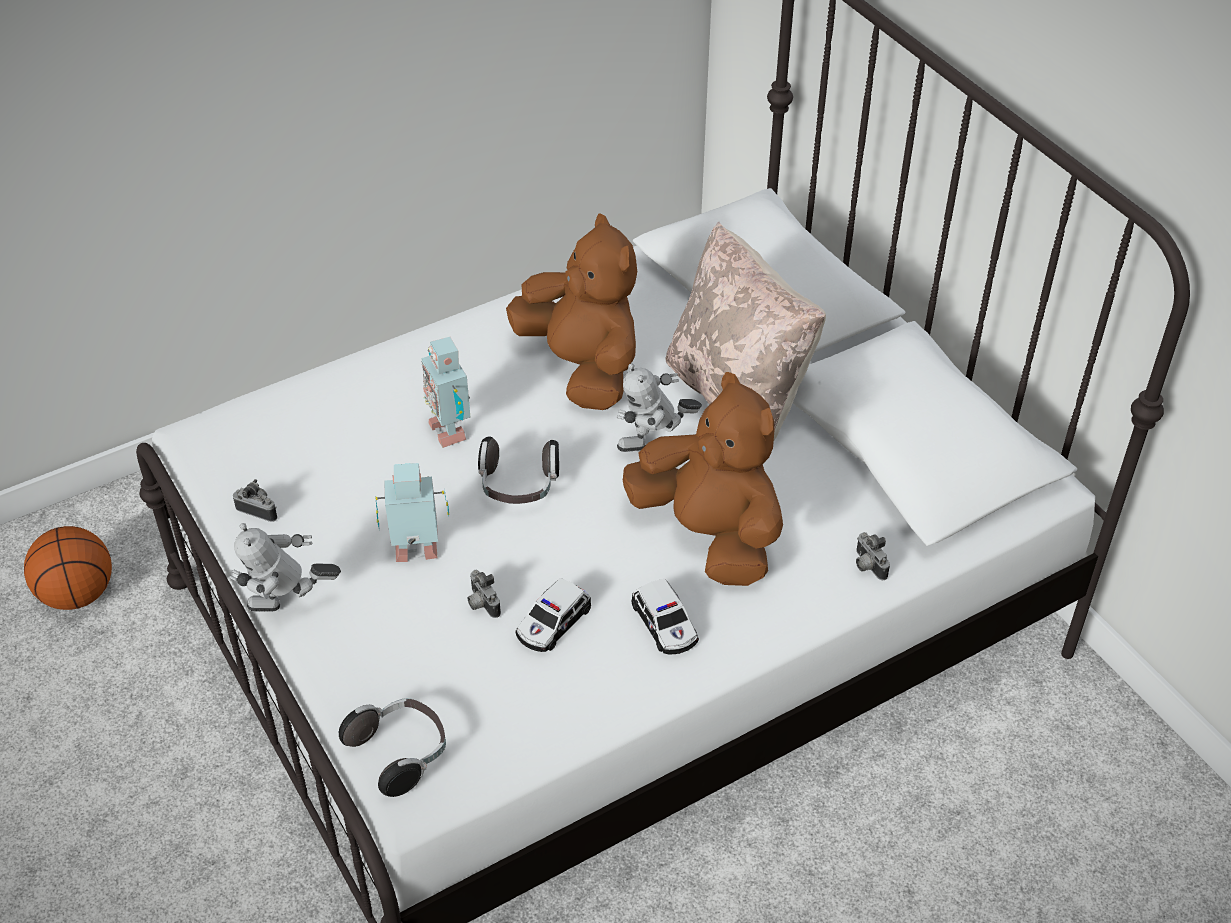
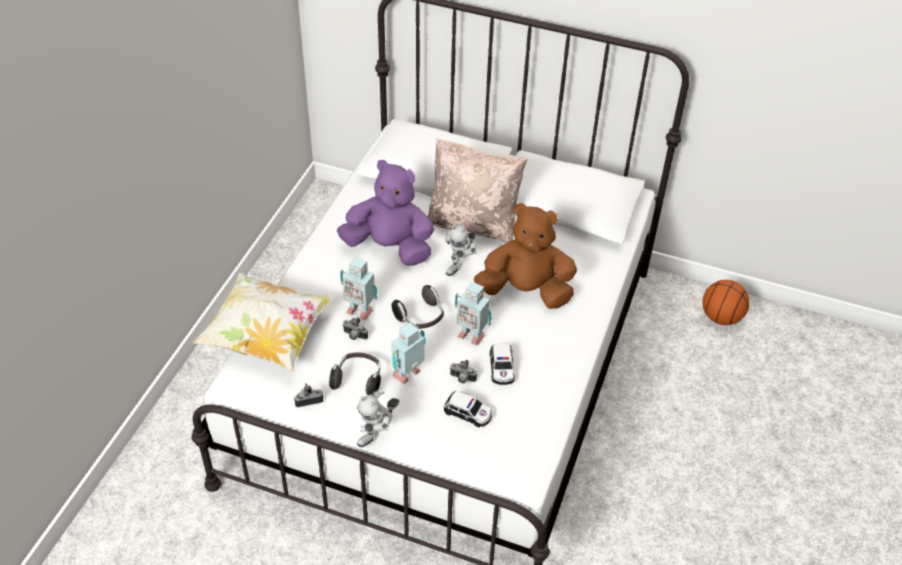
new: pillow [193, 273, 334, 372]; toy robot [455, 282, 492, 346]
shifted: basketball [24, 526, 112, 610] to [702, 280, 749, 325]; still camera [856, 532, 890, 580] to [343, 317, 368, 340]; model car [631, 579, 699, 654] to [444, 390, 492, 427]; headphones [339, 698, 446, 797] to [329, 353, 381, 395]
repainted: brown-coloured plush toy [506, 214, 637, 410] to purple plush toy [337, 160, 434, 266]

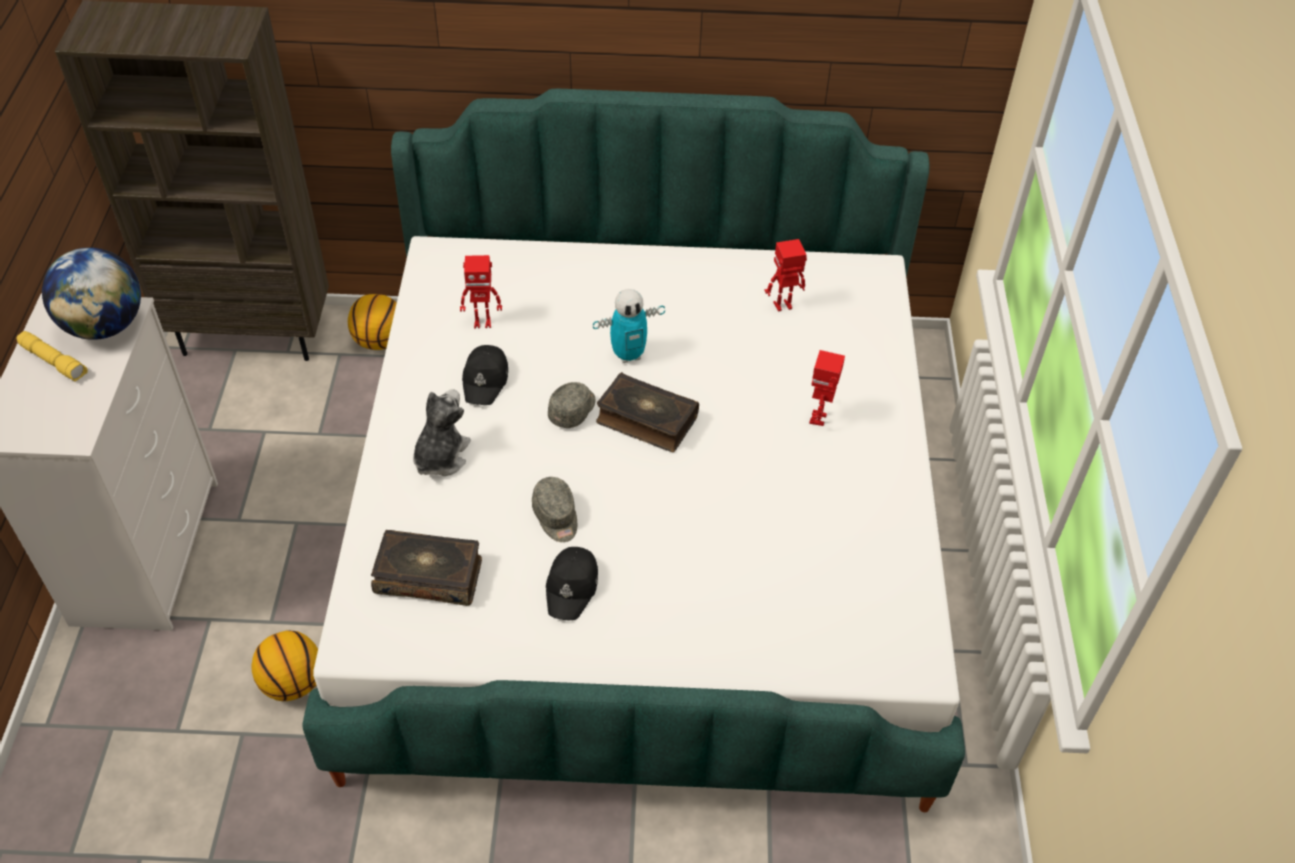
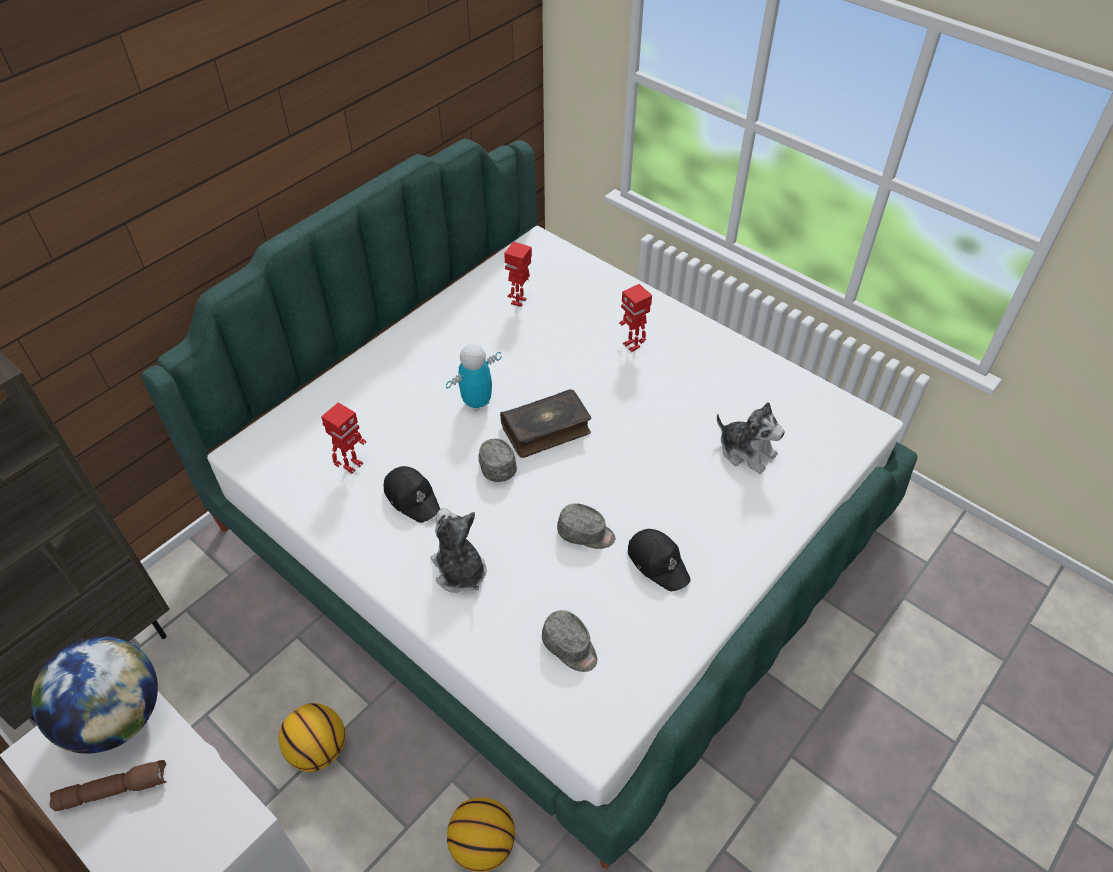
new: plush toy [717, 402, 785, 474]
shifted: basketball [348, 294, 396, 350] to [279, 703, 345, 772]
swapped: volume [371, 530, 482, 606] to gray baseball cap [542, 610, 597, 672]
repainted: yellowish torch [16, 331, 88, 382] to brown-coloured torch [49, 760, 167, 811]
rotated: toy robot [593, 289, 665, 363] = [446, 344, 501, 411] 150 degrees counterclockwise

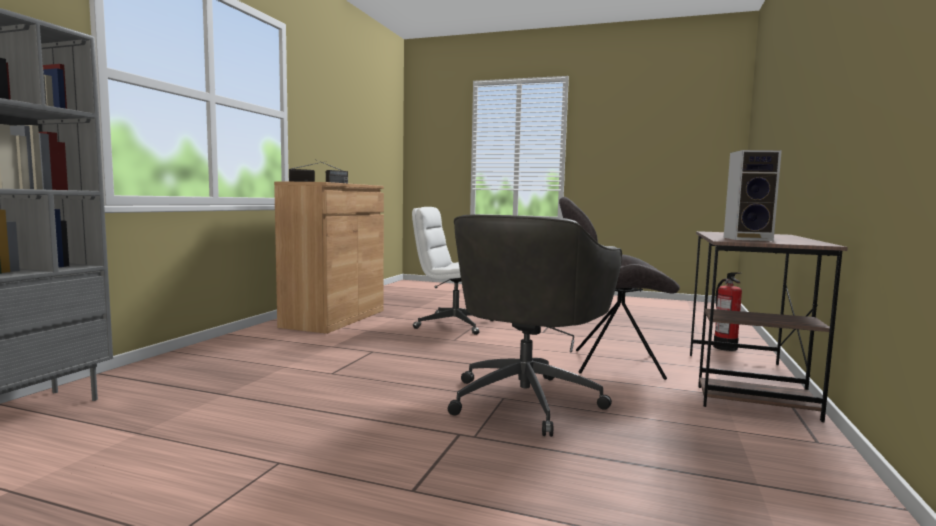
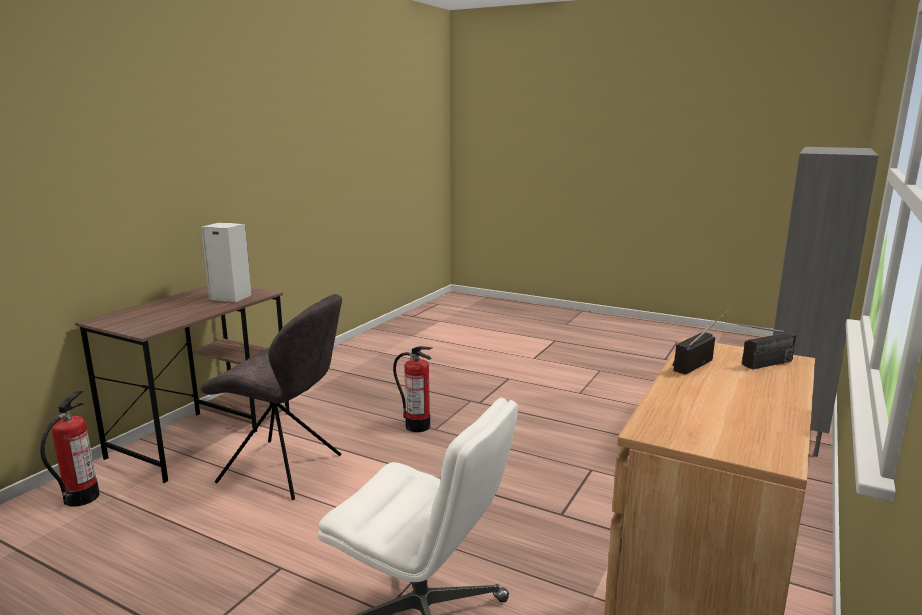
swapped: gray desk chair [448, 215, 622, 437] to fire extinguisher [393, 346, 432, 432]

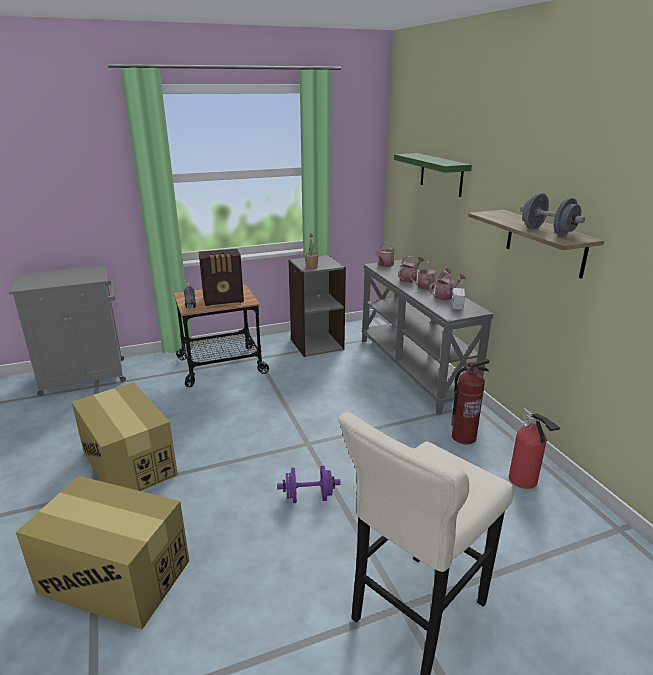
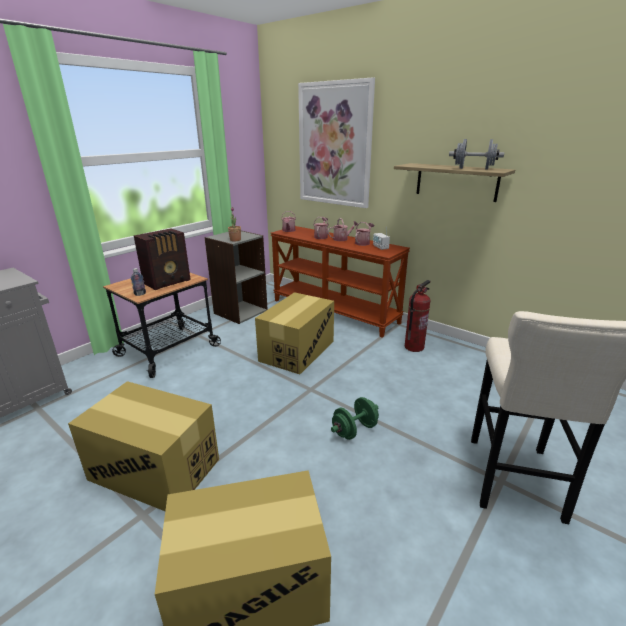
gone: fire extinguisher [509, 408, 560, 489]
new: cardboard box [255, 292, 334, 374]
swapped: green-coloured bracket shelf [394, 153, 472, 197] to wall picture [298, 77, 375, 208]
repainted: gray console table [361, 260, 494, 415] to brown-coloured console table [271, 226, 410, 338]; purple dumbbell [277, 466, 341, 503] to green-coloured dumbbell [331, 397, 379, 440]

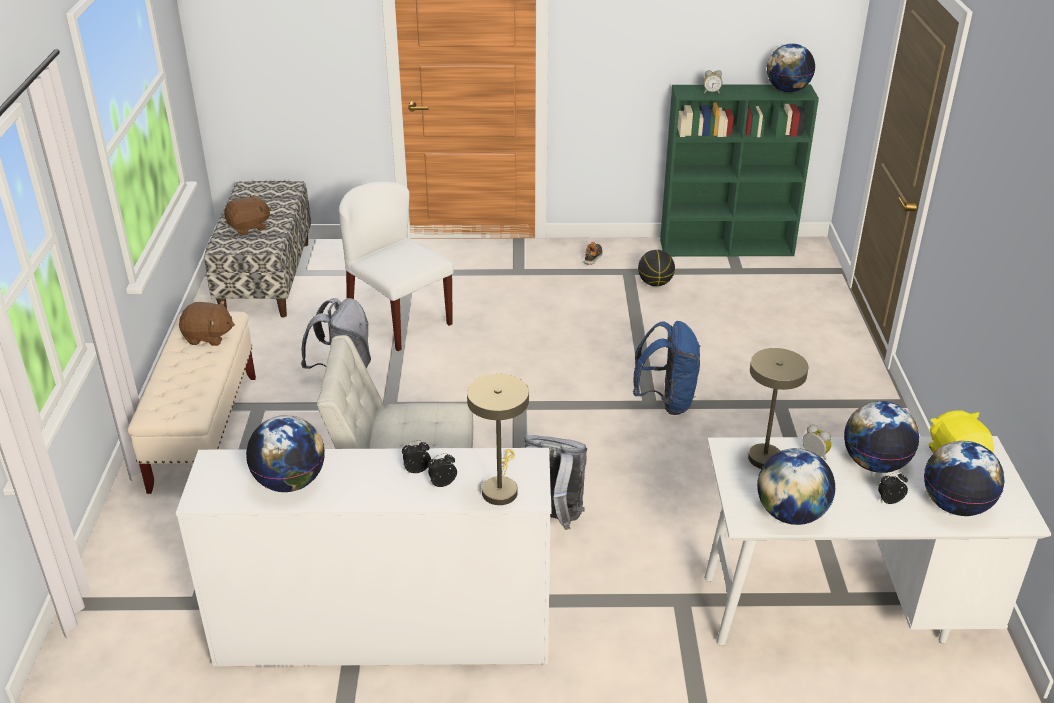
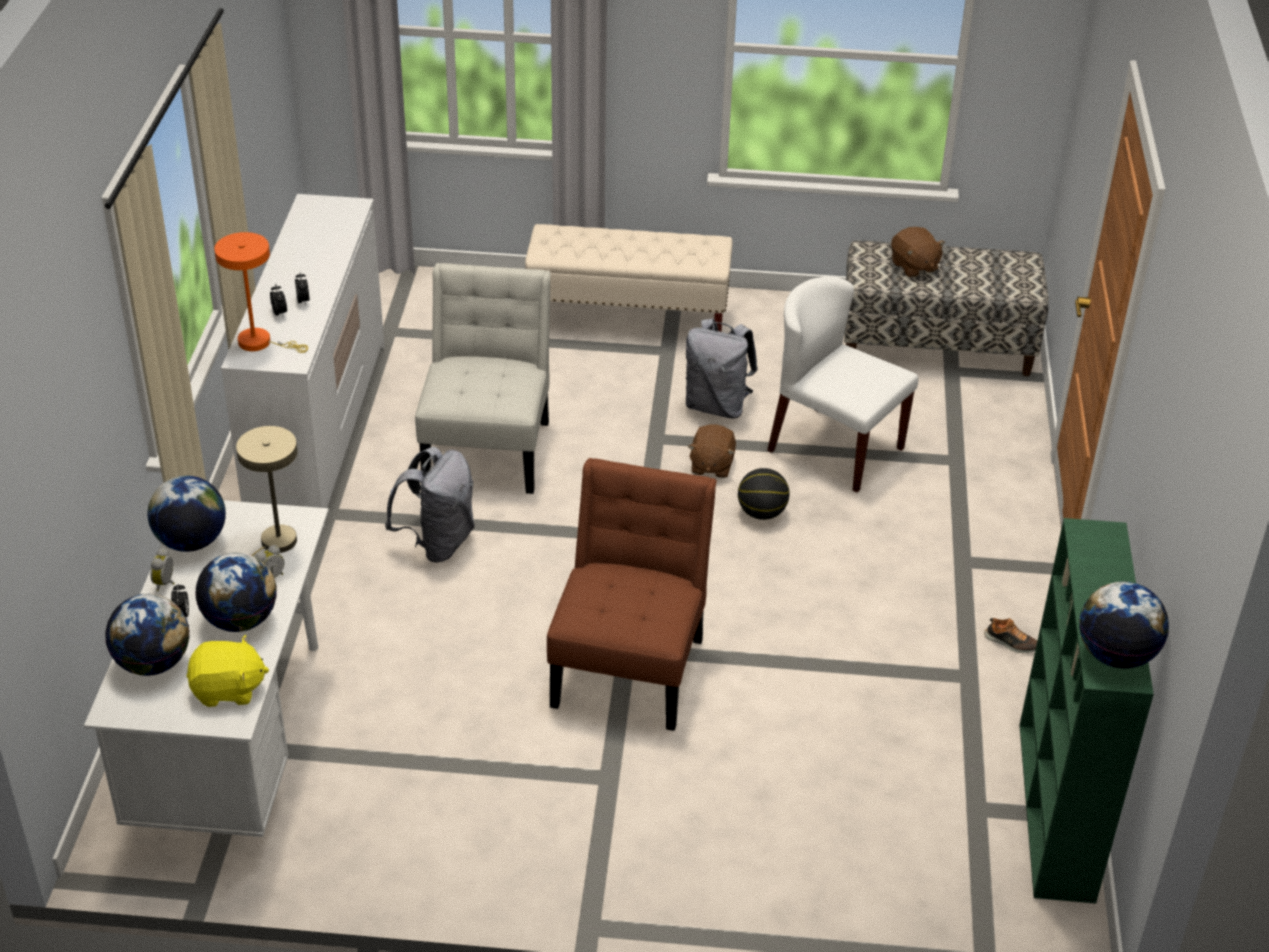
gone: desk globe [246, 415, 325, 492]
shifted: bedside clock [703, 70, 722, 94] to [150, 548, 175, 591]; basketball [638, 250, 675, 286] to [738, 468, 789, 520]; brown-coloured plush toy [179, 301, 235, 346] to [688, 424, 736, 478]
swapped: bluish backpack [633, 321, 701, 415] to brown-coloured upright chair [547, 458, 717, 731]
repainted: beige table lamp [467, 374, 529, 505] to orange table lamp [214, 232, 308, 353]
rotated: white upright chair [339, 182, 454, 351] = [767, 277, 918, 492] 105 degrees counterclockwise

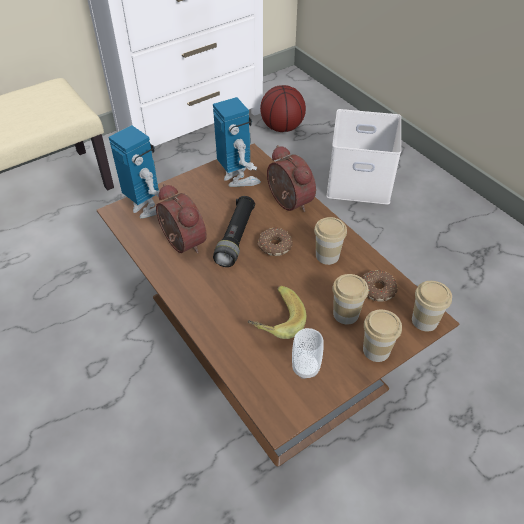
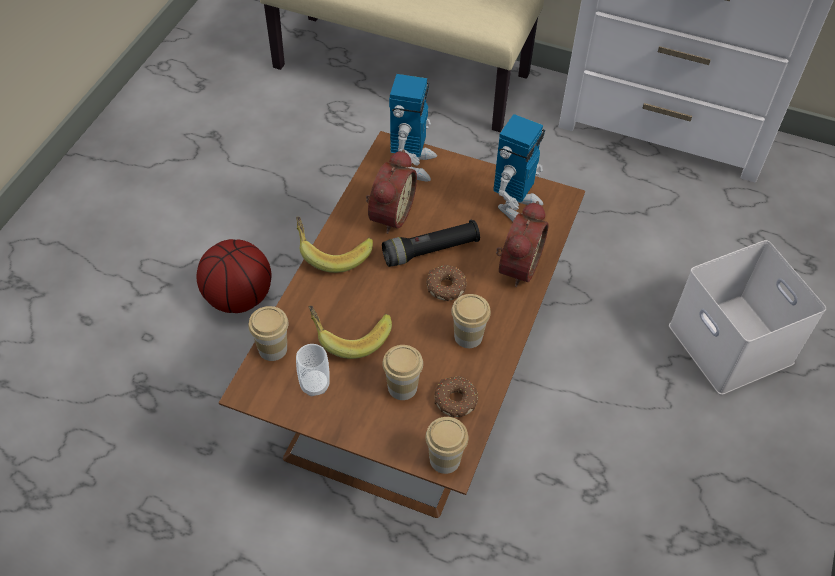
new: banana [296, 217, 373, 273]
shifted: basketball [260, 85, 306, 132] to [196, 239, 271, 313]; drinking cup [363, 310, 402, 362] to [248, 306, 289, 361]

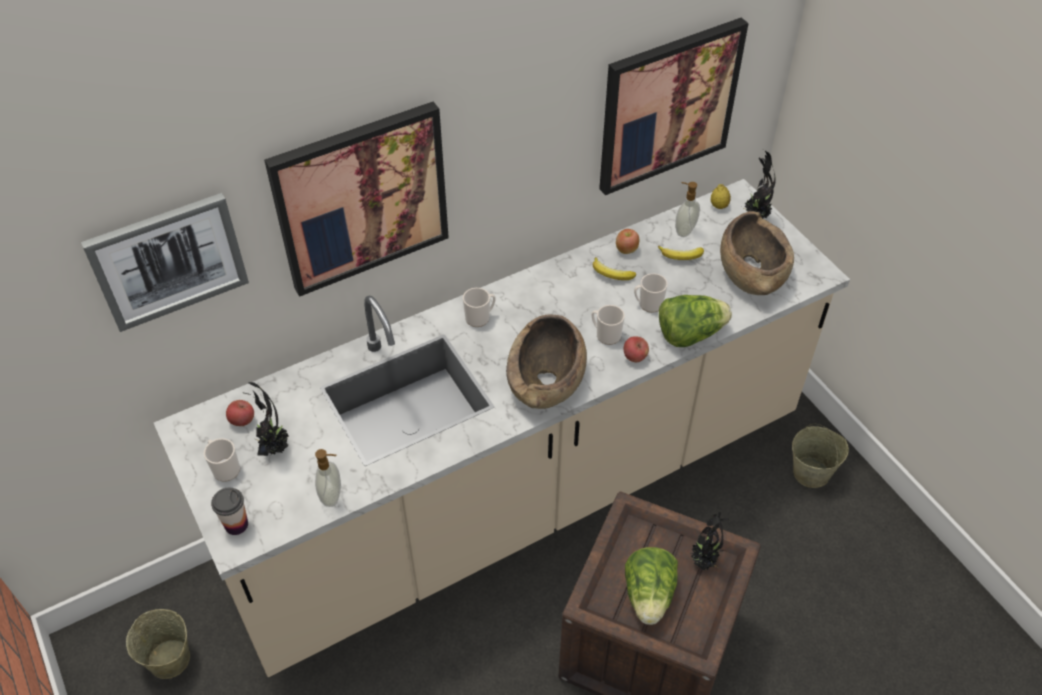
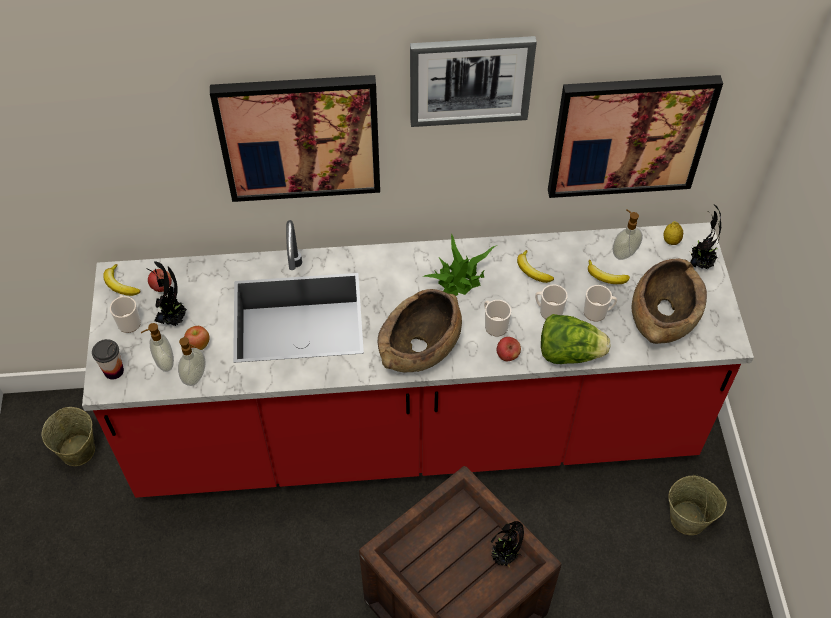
gone: lettuce [625, 547, 678, 625]
new: plant in a pot [423, 233, 497, 296]; banana [103, 264, 141, 296]; liquid soap bottle [141, 323, 174, 372]
shifted: wall picture [81, 193, 249, 332] to [410, 36, 537, 127]; apple [616, 229, 639, 254] to [184, 326, 210, 350]; coffee mug [463, 288, 496, 327] to [584, 285, 617, 322]
repainted: beige kitchen base unit [154, 179, 850, 677] to reddish kitchen base unit [82, 220, 754, 498]

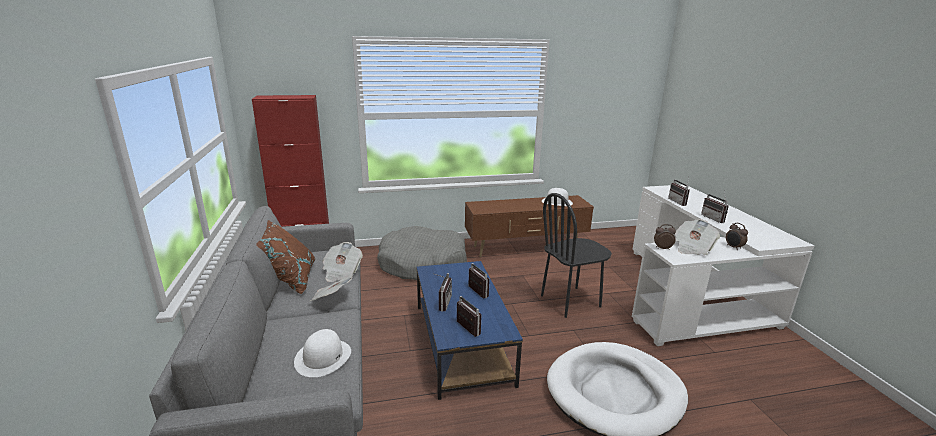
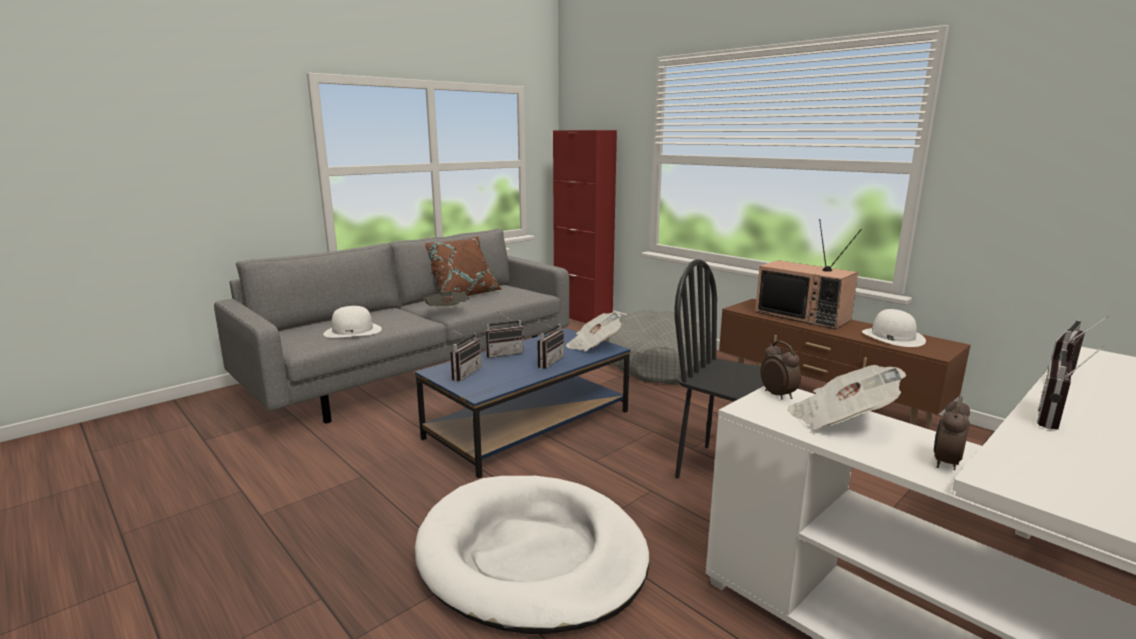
new: TV set [755, 219, 862, 329]
shifted: daily paper [322, 242, 363, 282] to [566, 312, 621, 351]

